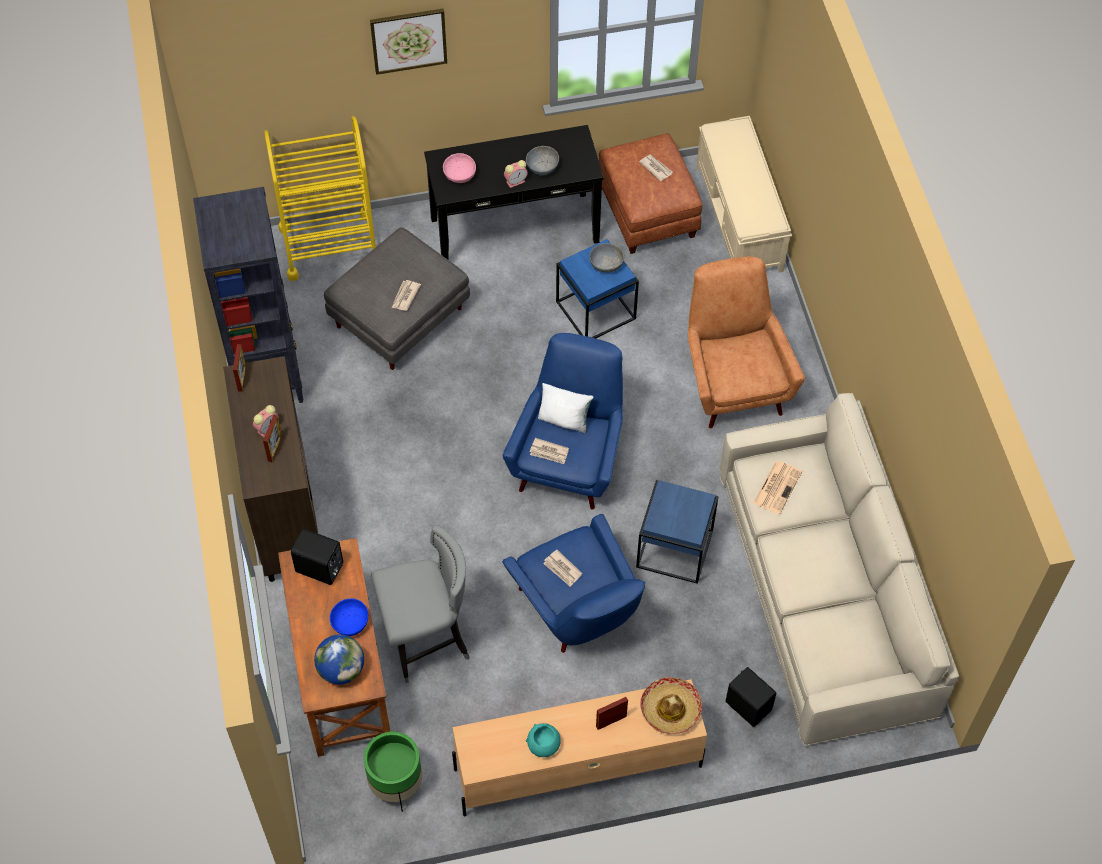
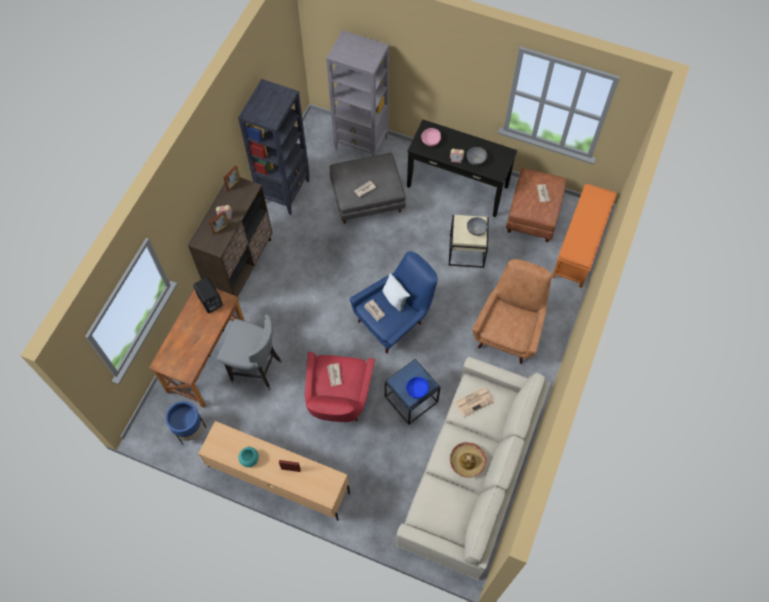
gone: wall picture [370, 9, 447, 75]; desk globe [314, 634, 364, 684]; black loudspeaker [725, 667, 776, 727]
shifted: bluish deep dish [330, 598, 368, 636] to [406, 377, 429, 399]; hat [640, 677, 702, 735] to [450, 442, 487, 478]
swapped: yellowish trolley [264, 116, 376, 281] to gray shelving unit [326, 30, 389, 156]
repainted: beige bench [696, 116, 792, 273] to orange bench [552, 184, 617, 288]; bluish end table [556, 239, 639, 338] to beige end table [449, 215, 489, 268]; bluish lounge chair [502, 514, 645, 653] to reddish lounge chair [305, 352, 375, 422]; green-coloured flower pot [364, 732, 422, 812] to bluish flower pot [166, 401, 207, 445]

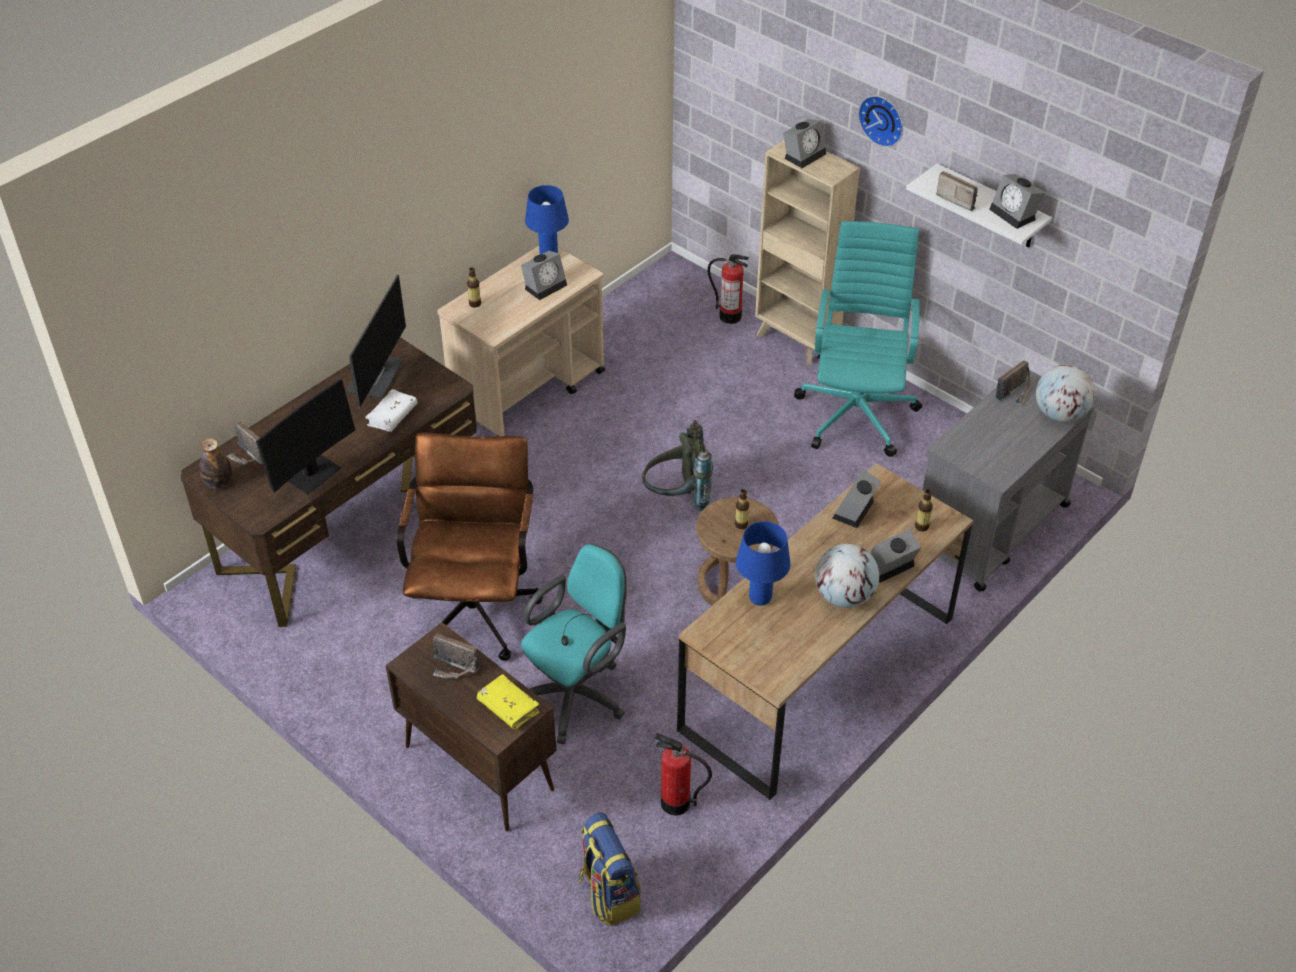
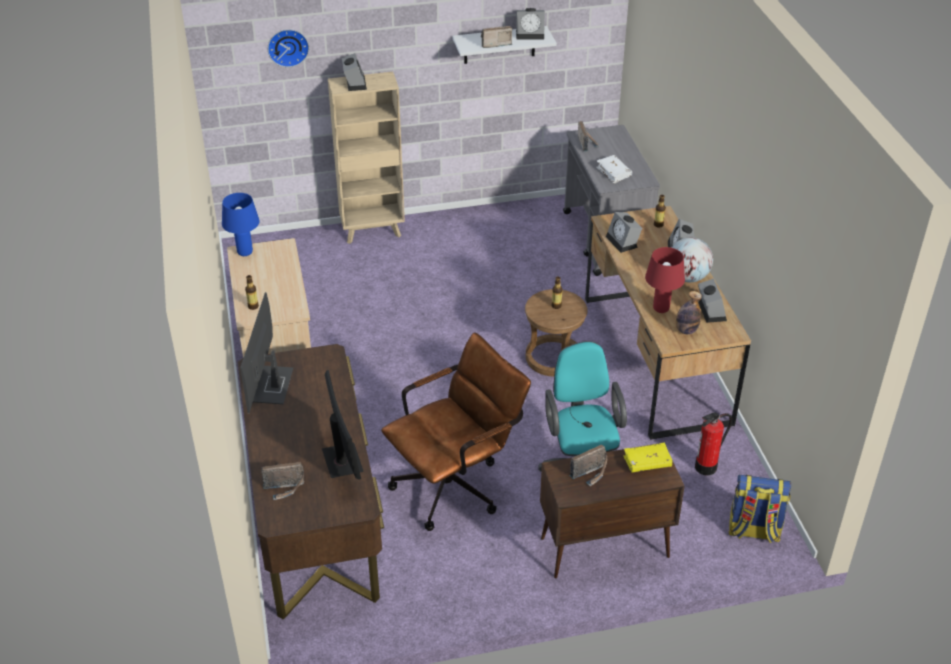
gone: blue-green desk chair [794, 221, 922, 457]; fire extinguisher [707, 255, 750, 324]; desk globe [1036, 365, 1095, 422]; gray backpack [642, 420, 713, 511]
shifted: wall clock [858, 95, 903, 147] to [268, 29, 309, 67]; bedside clock [521, 251, 567, 300] to [698, 279, 727, 323]; white volume [365, 389, 418, 432] to [597, 155, 632, 184]; beverage bottle [200, 438, 232, 489] to [676, 291, 702, 334]
repainted: bluish table lamp [736, 521, 791, 606] to reddish table lamp [645, 247, 685, 313]
rotated: monitor [346, 275, 406, 408] = [240, 292, 293, 414] 135 degrees counterclockwise; brown-coloured desk chair [397, 432, 543, 661] = [381, 333, 531, 531] 105 degrees clockwise

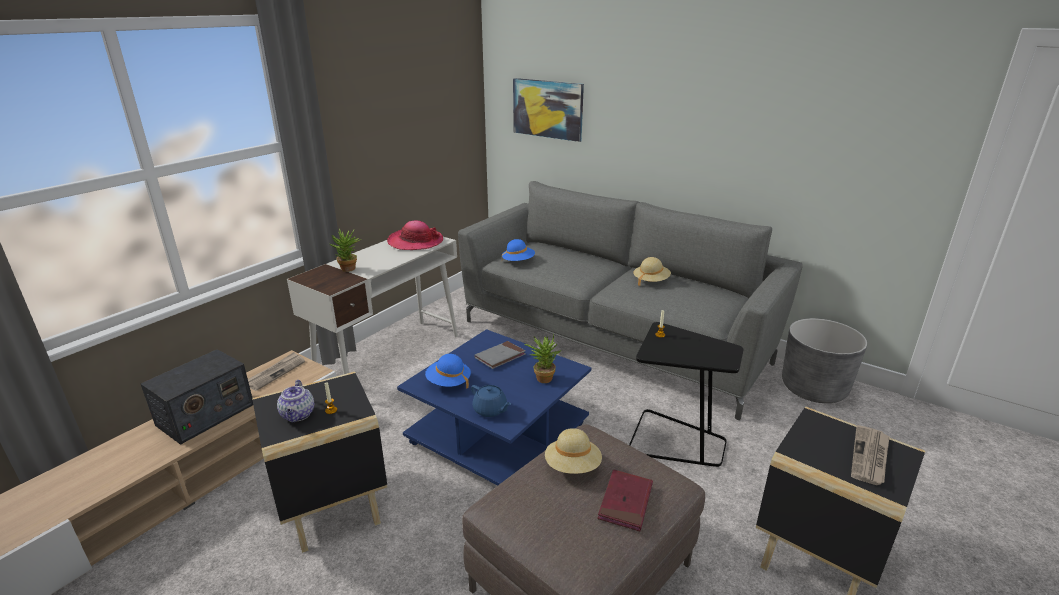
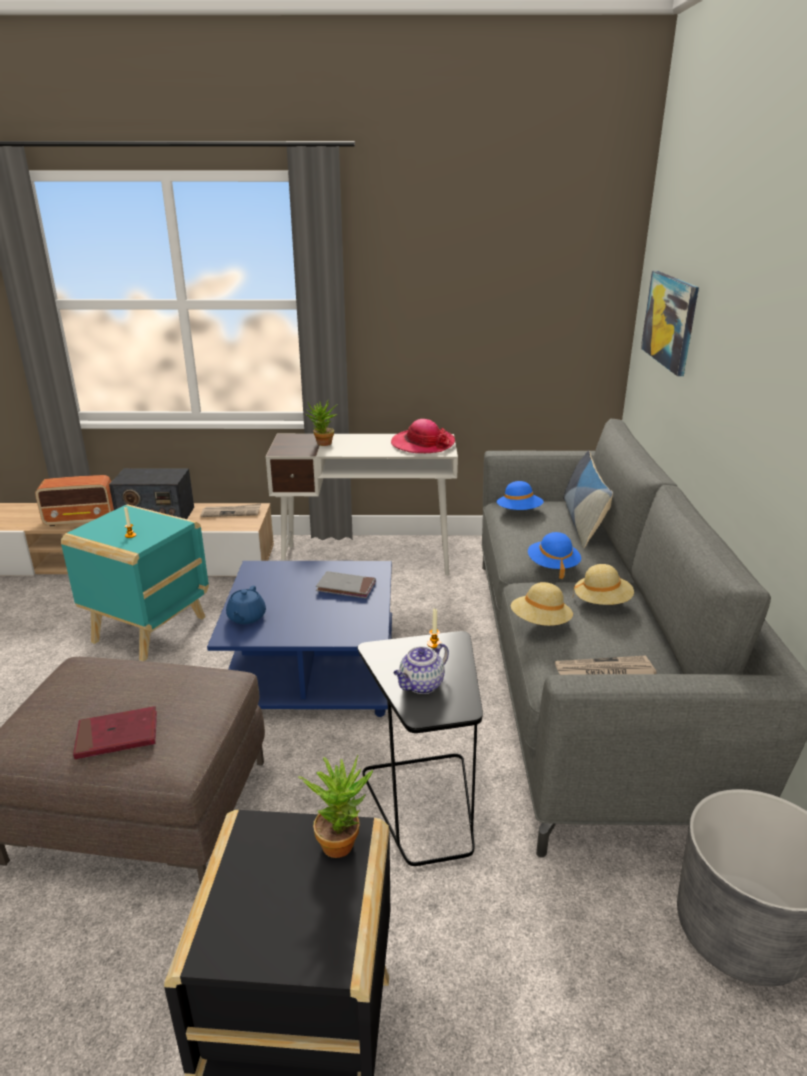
new: pillow [563, 450, 613, 548]; radio set [35, 475, 114, 526]
shifted: plant in a pot [524, 334, 561, 383] to [298, 755, 373, 858]; bluish hat [425, 354, 471, 389] to [528, 532, 581, 579]; pot for tea [277, 380, 314, 422] to [394, 643, 449, 694]; daily paper [851, 425, 890, 485] to [555, 655, 656, 675]; beige hat [545, 428, 602, 474] to [511, 582, 573, 626]
repainted: black end table [252, 372, 387, 553] to blue-green end table [61, 504, 209, 661]

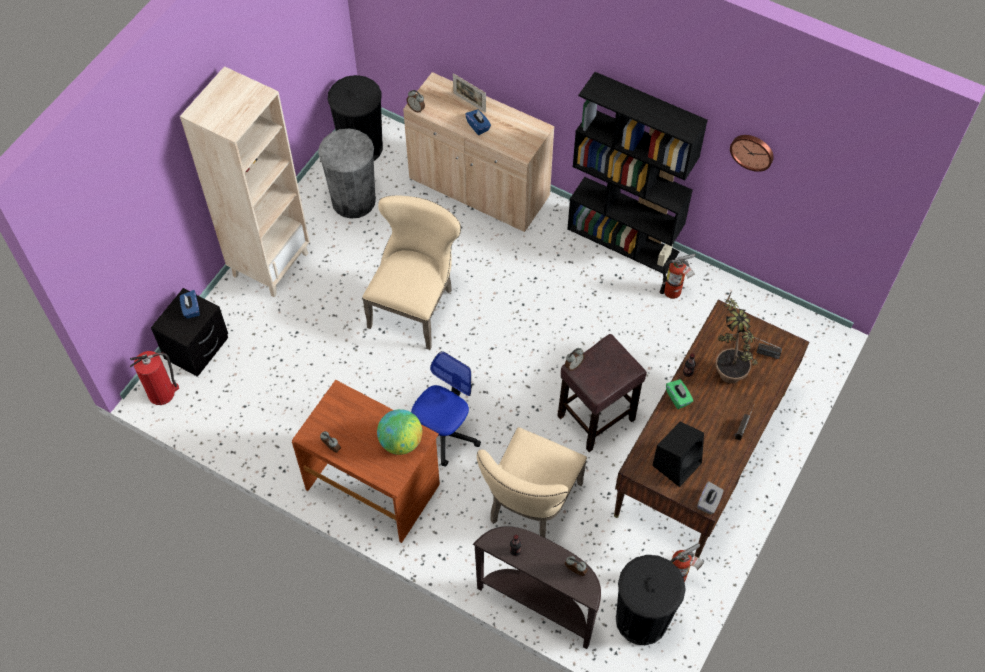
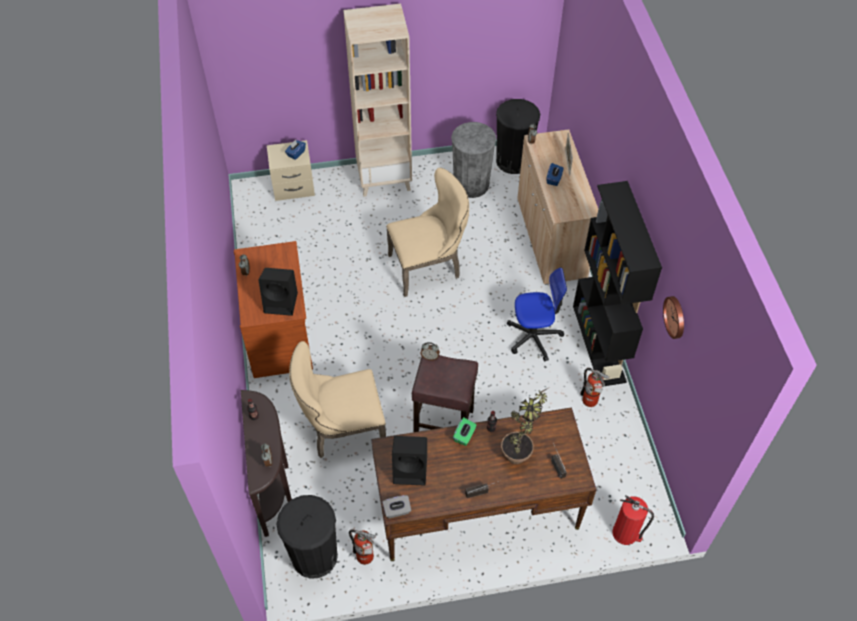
shifted: fire extinguisher [130, 351, 179, 405] to [612, 495, 654, 545]; desk chair [411, 351, 481, 467] to [507, 268, 567, 361]
swapped: desk globe [377, 409, 422, 455] to black loudspeaker [259, 268, 298, 316]
repainted: black bedside table [151, 288, 228, 377] to beige bedside table [267, 140, 315, 201]

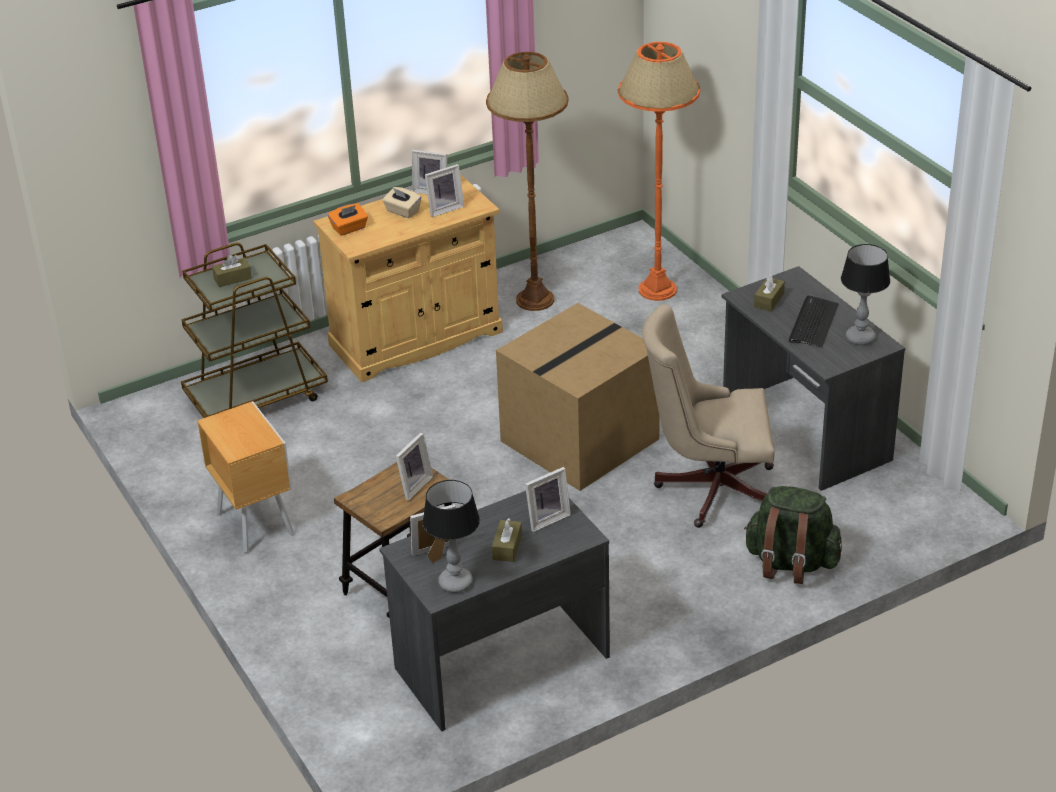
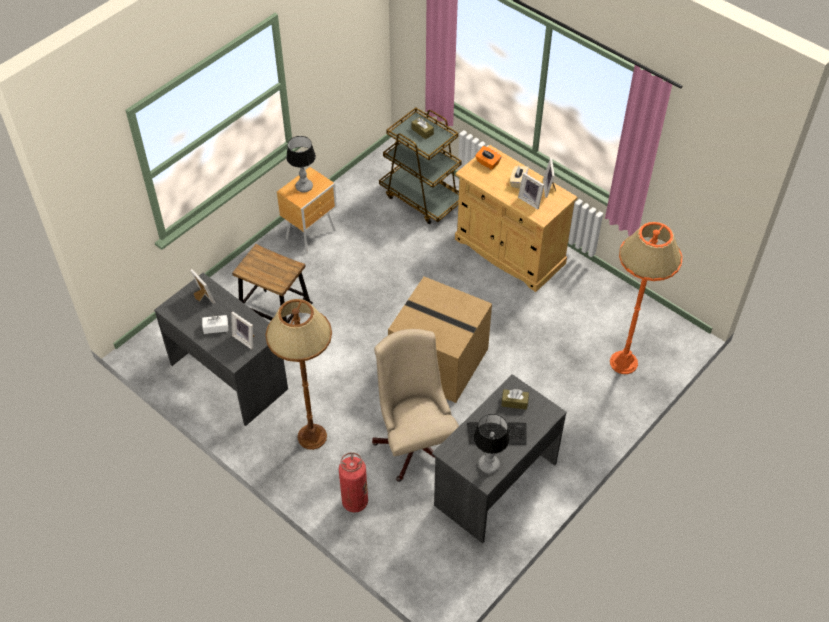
gone: standing frame [396, 432, 433, 501]
shifted: brown-coloured standing lamp [486, 52, 569, 311] to [265, 299, 332, 450]; table lamp [422, 480, 480, 593] to [286, 136, 316, 193]
swapped: green-coloured backpack [744, 486, 842, 584] to fire extinguisher [338, 452, 368, 513]
repainted: brown-coloured tissue box [492, 518, 522, 562] to white tissue box [202, 315, 228, 334]

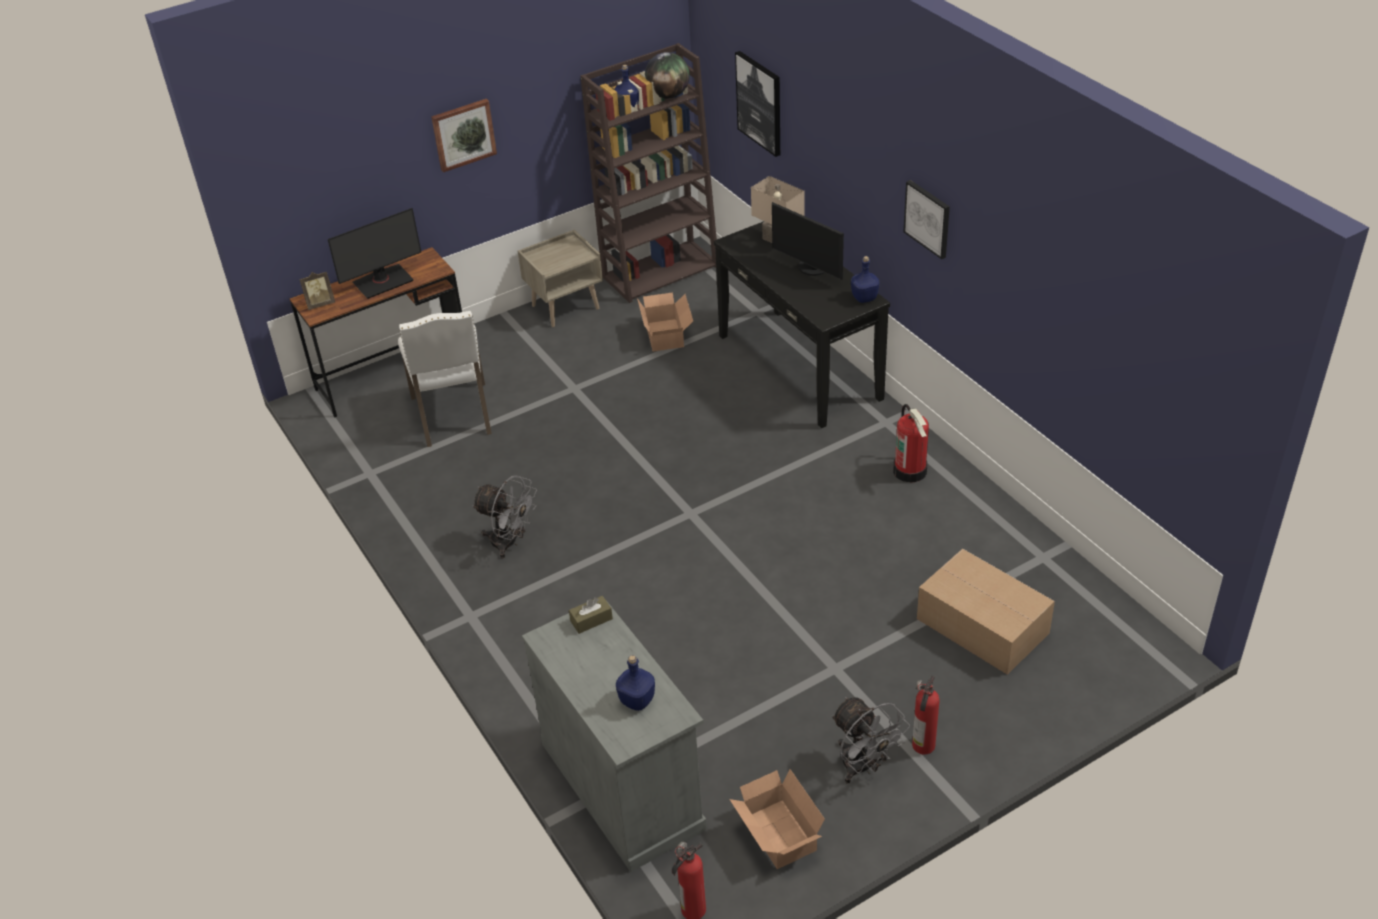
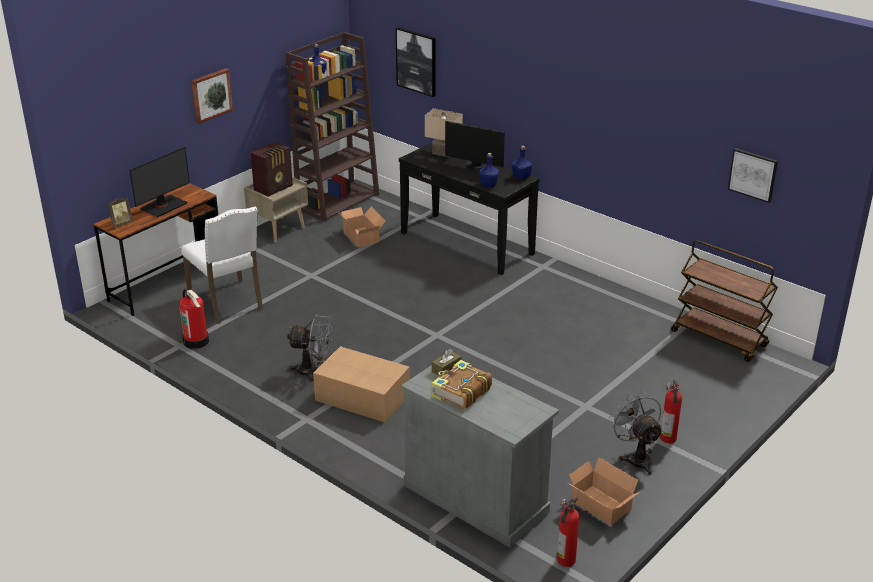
gone: desk globe [645, 52, 690, 98]
new: radio set [250, 142, 293, 197]; brown-coloured trolley [671, 240, 778, 362]; volume [432, 360, 492, 409]
shifted: wall picture [904, 180, 950, 259] to [728, 148, 778, 203]; fire extinguisher [893, 404, 929, 482] to [179, 289, 209, 349]; cardboard box [917, 549, 1055, 675] to [313, 346, 410, 423]; bluish beverage bottle [616, 655, 655, 711] to [480, 153, 499, 187]
rotated: gray electric fan [832, 697, 910, 784] = [609, 391, 663, 475] 150 degrees counterclockwise

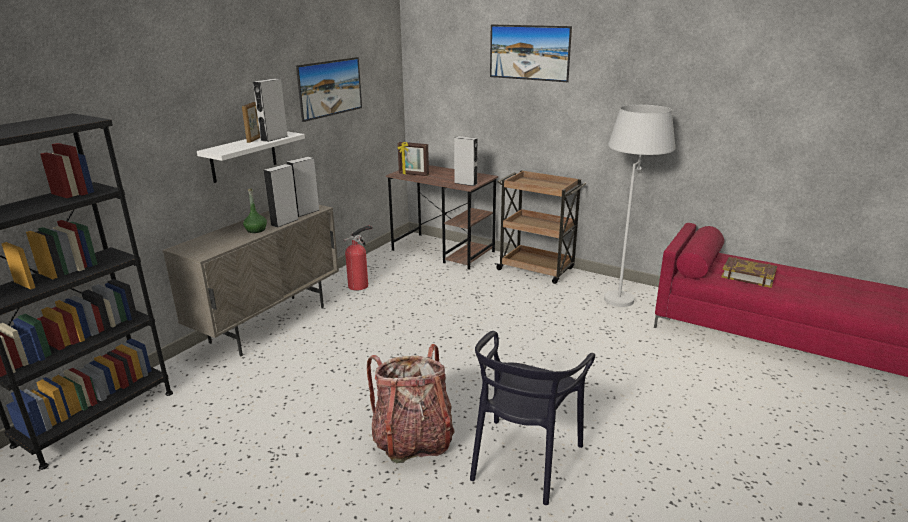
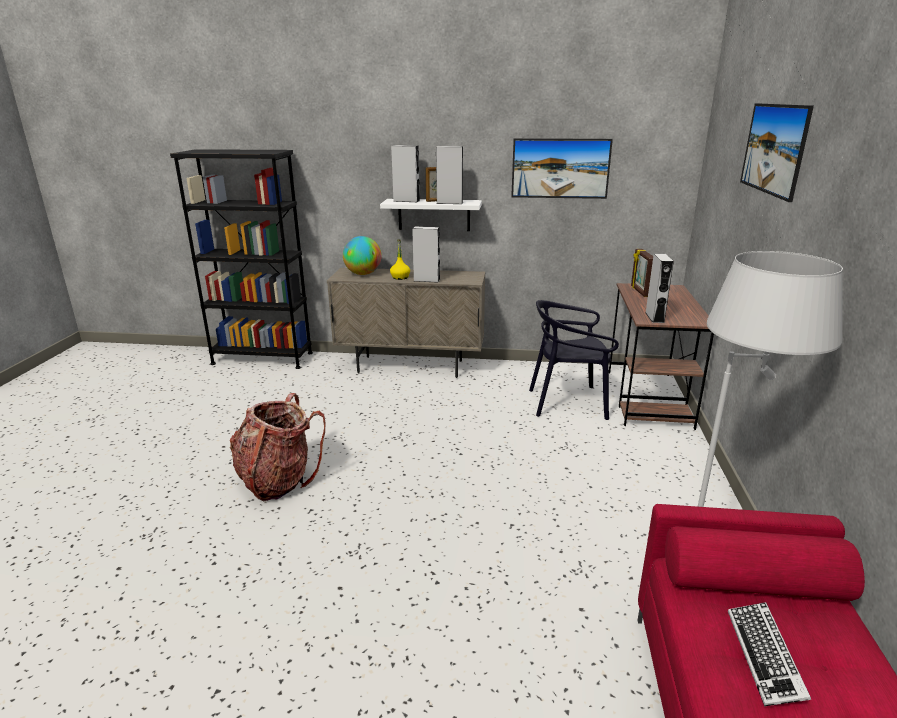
gone: brown-coloured trolley [495, 170, 586, 284]; fire extinguisher [344, 225, 373, 291]
new: desk globe [343, 236, 382, 275]
shifted: gray loudspeaker [287, 157, 319, 217] to [391, 145, 420, 202]; black upright chair [470, 331, 595, 505] to [529, 300, 619, 420]
swapped: volume [721, 257, 777, 288] to PC keyboard [728, 602, 811, 706]
repainted: green-coloured beverage bottle [243, 189, 267, 233] to yellowish beverage bottle [390, 239, 410, 280]

